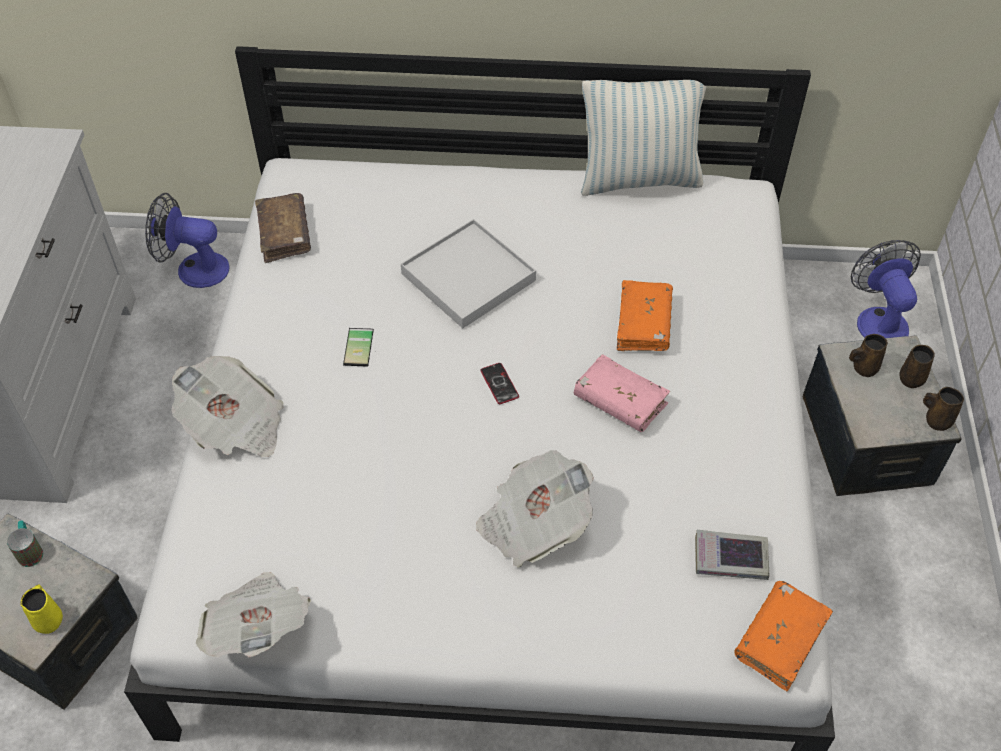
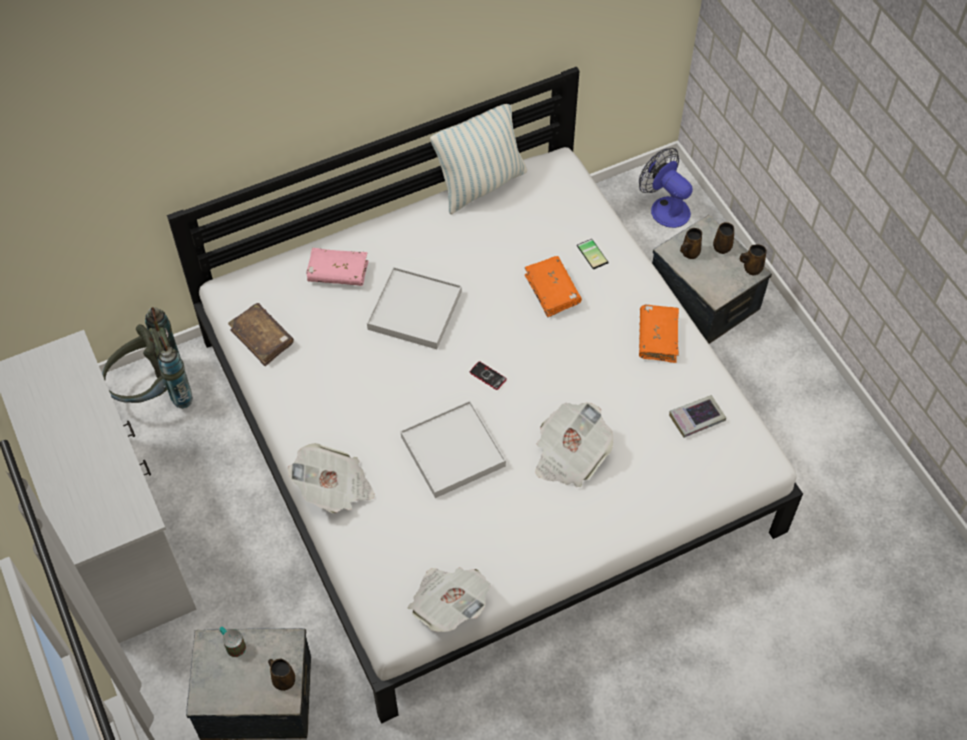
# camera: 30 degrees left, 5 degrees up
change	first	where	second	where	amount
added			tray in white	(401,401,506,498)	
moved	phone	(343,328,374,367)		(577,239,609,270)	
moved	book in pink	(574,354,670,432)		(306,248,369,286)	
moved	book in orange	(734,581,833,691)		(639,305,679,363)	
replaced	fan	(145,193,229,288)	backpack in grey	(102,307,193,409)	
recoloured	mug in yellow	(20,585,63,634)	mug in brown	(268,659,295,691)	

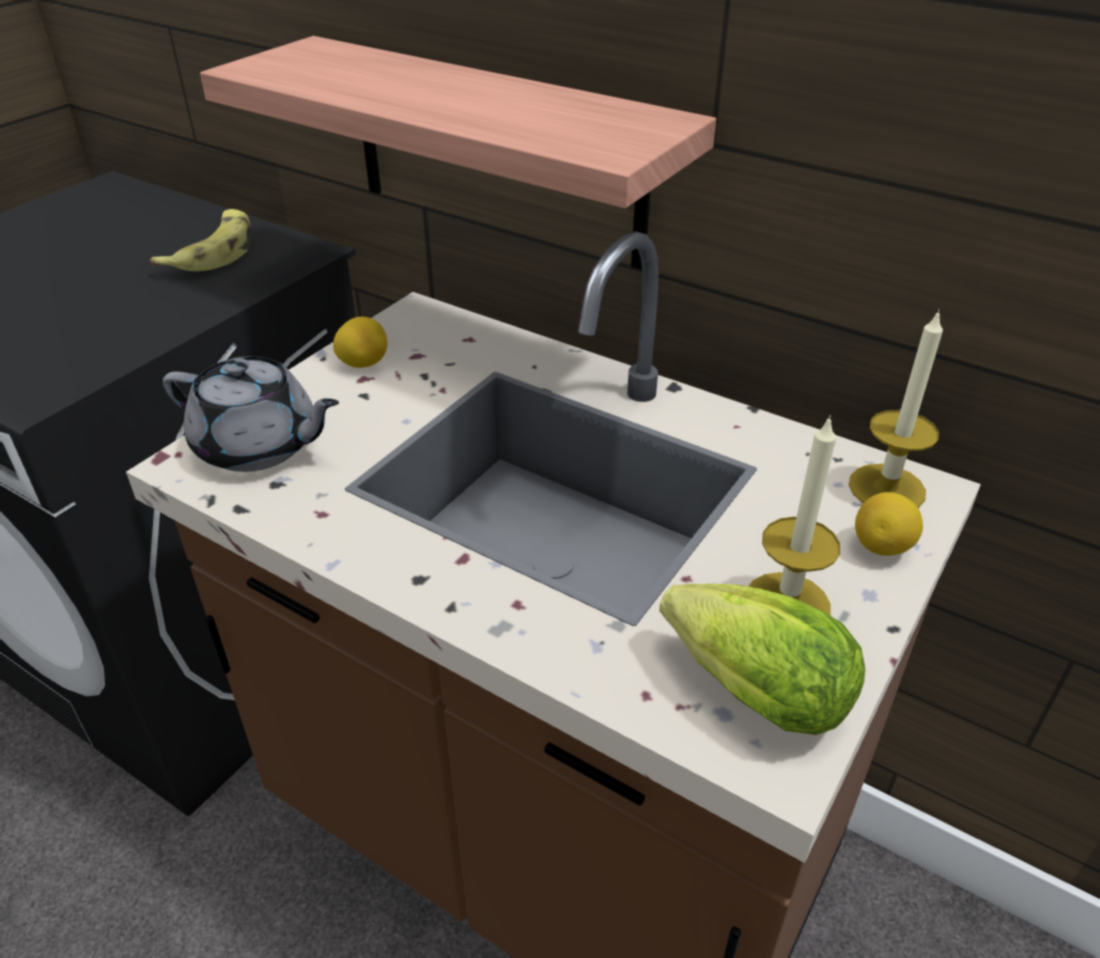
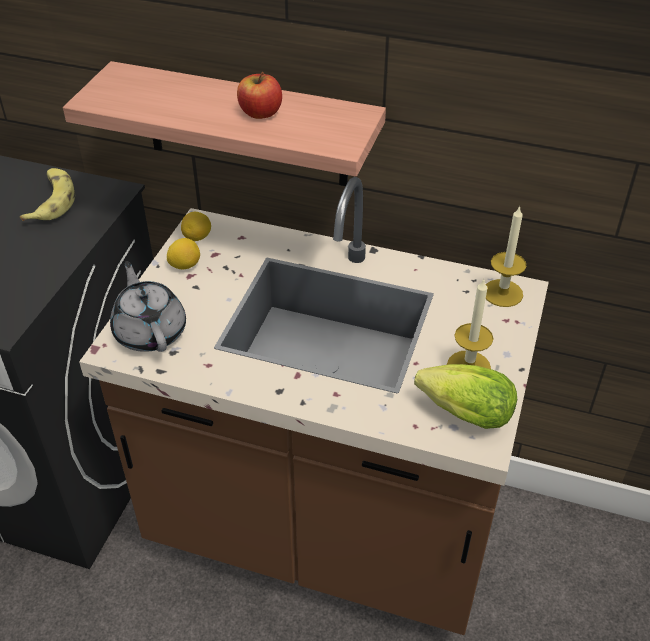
# camera: 15 degrees left, 5 degrees up
change	first	where	second	where	amount
added			apple	(237,72,282,119)	
moved	lemon	(855,492,923,556)		(181,212,211,241)	
turned	teapot in grey	(163,356,339,472)		(110,261,186,352)	120 degrees counterclockwise

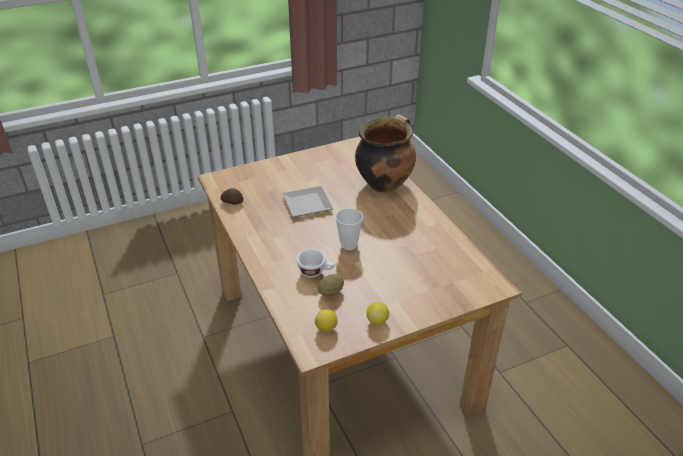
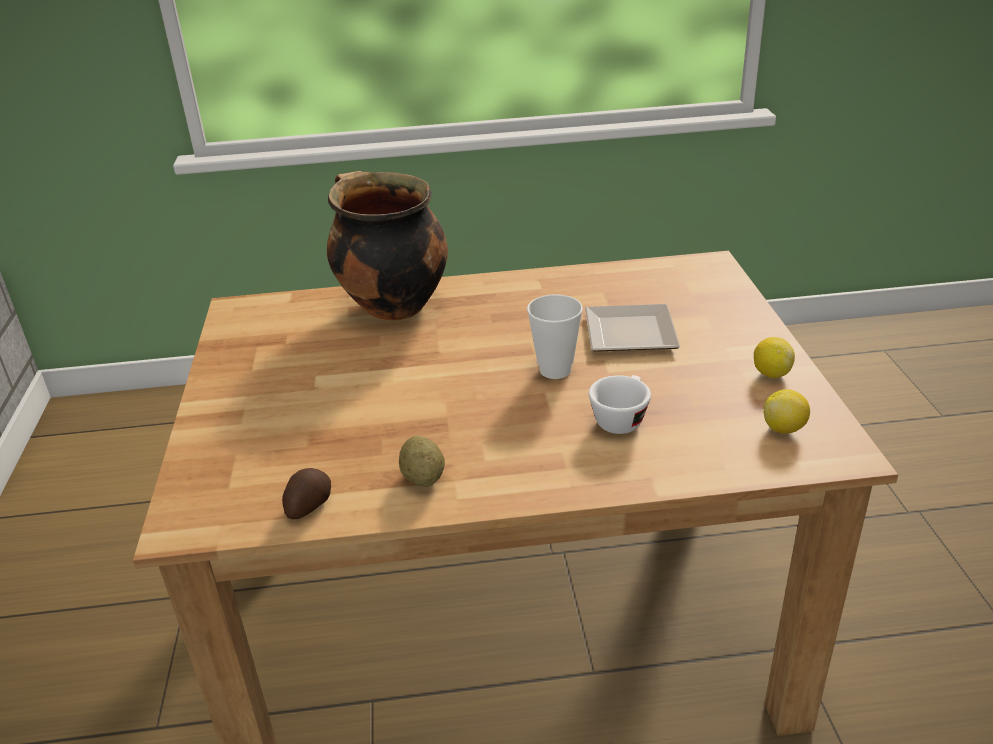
# camera: 70 degrees left, 5 degrees down
change	first	where	second	where	amount
moved	plate	(282,186,334,217)		(585,304,680,352)	
moved	potato	(318,274,344,296)		(399,435,445,487)	

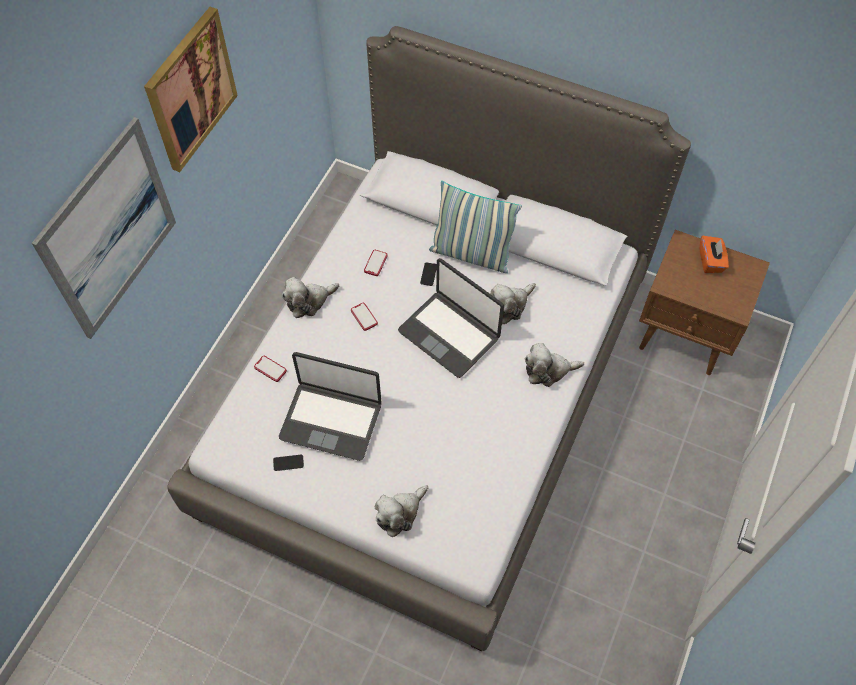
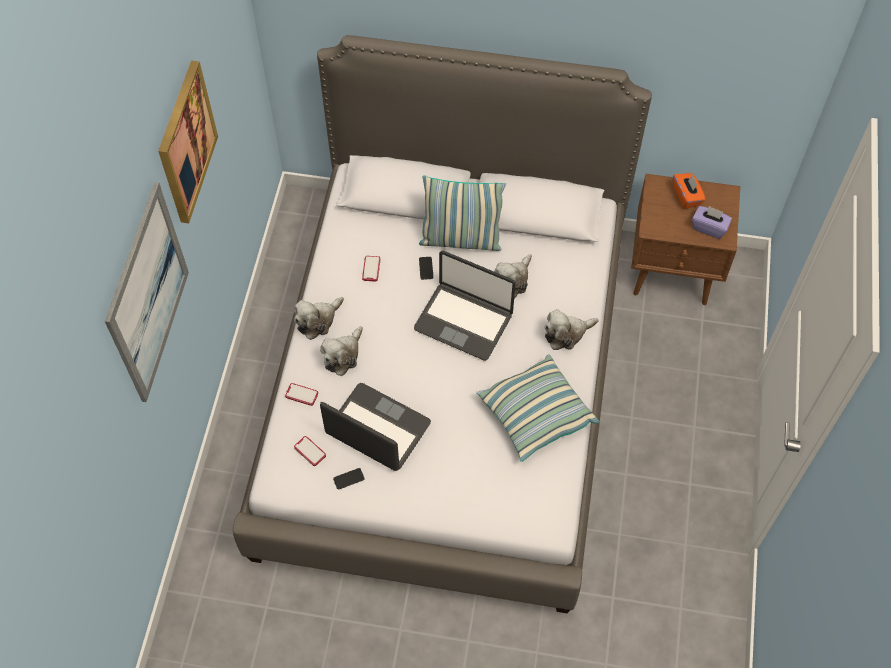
# camera: 15 degrees left, 0 degrees up
change	first	where	second	where	amount
added			pillow	(476,354,599,462)	
added			tissue box in purple	(692,206,732,239)	
moved	phone	(351,303,378,331)		(294,436,326,466)	
moved	plush toy	(374,485,428,537)		(320,326,363,376)	
turned	laptop	(279,352,382,461)		(320,383,431,471)	150 degrees counterclockwise

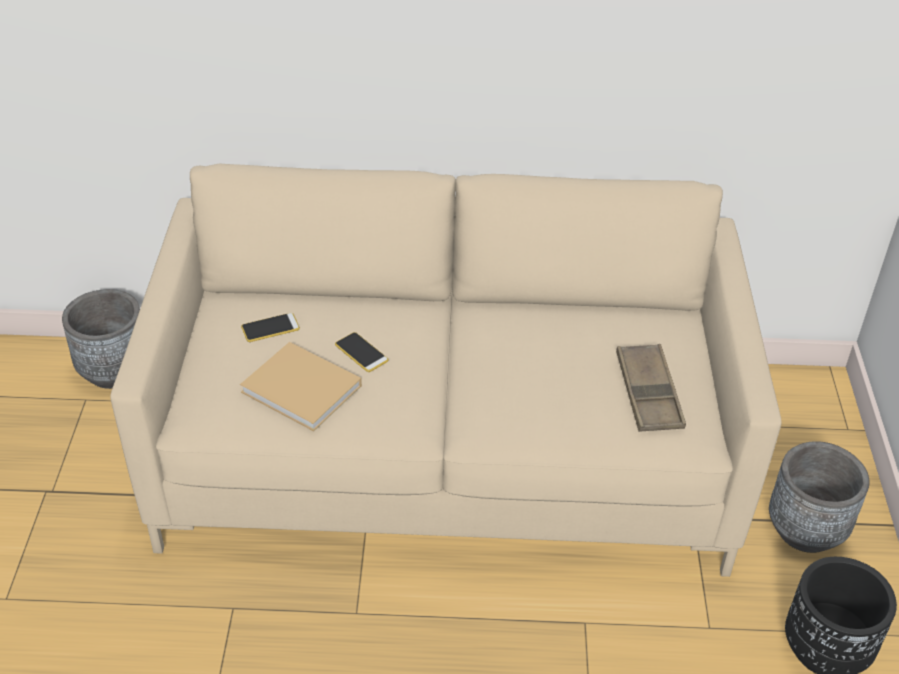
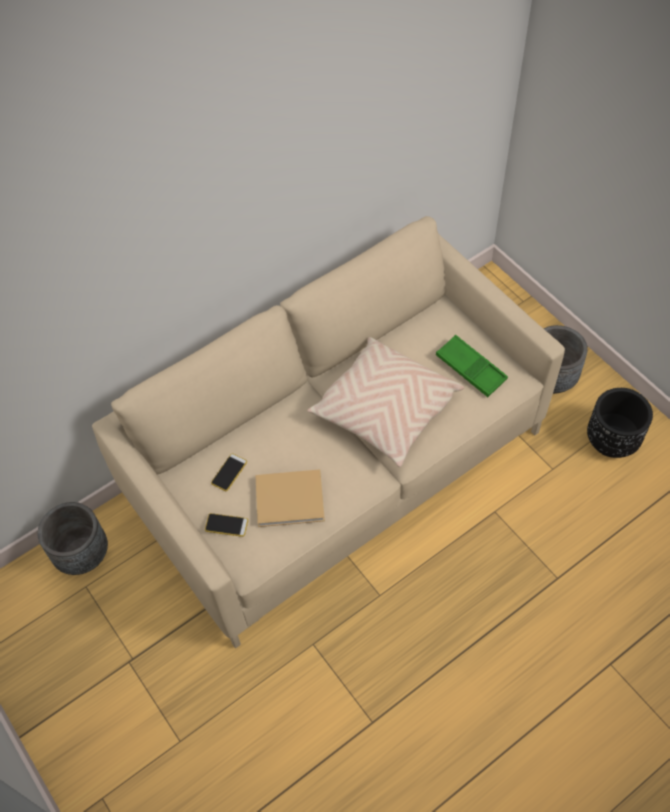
# camera: 35 degrees left, 15 degrees up
change	first	where	second	where	amount
added			pillow in beige	(307,337,464,467)	
moved	phone	(335,332,389,372)		(205,513,248,537)	
recoloured	tray in brown	(616,344,686,432)	tray in green	(436,335,508,397)	

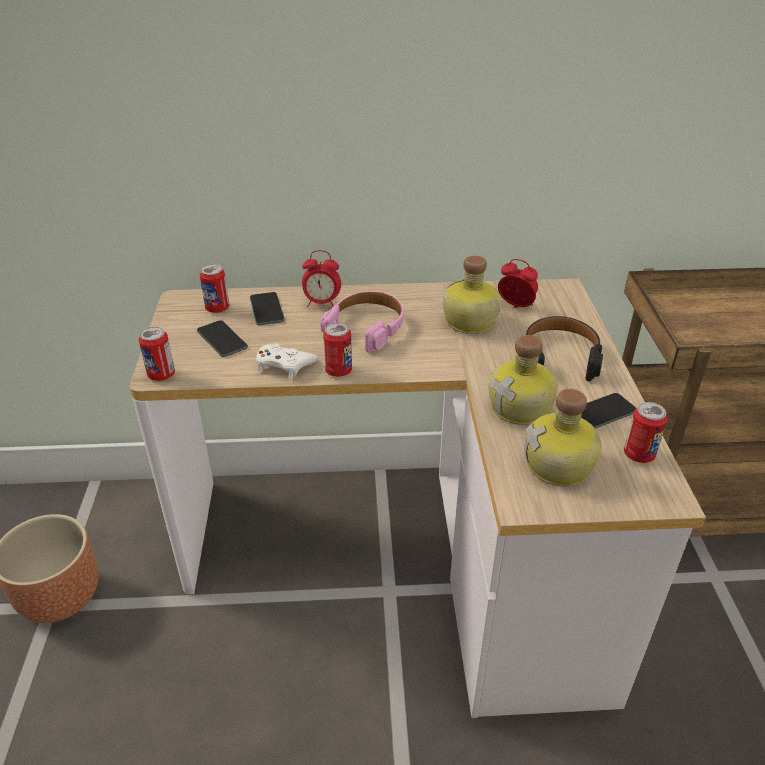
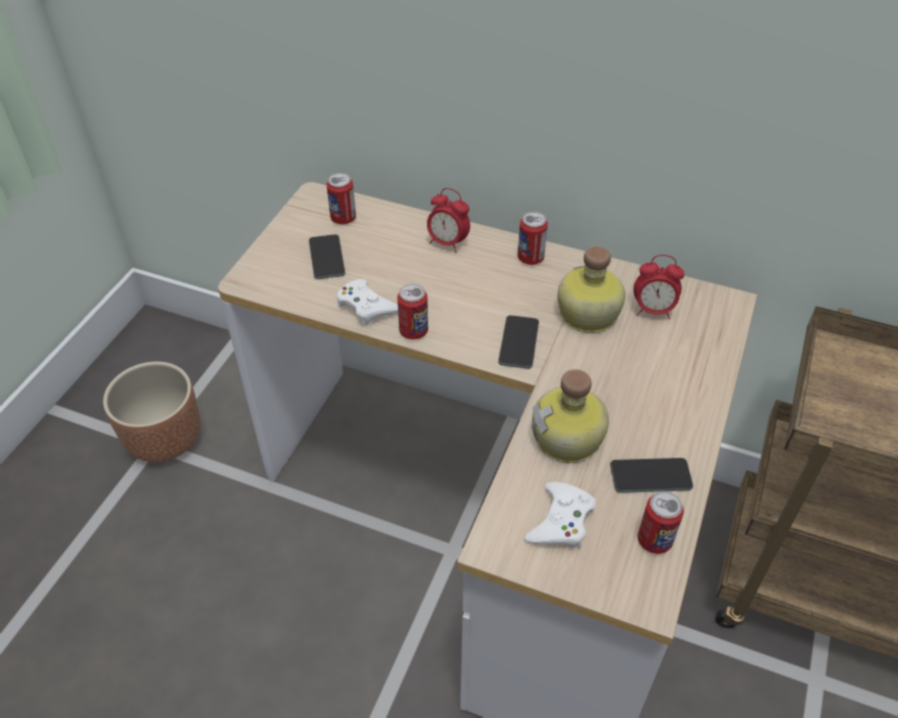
# camera: 25 degrees right, 10 degrees up
change	first	where	second	where	amount
removed	headphones in pink	(320,291,403,352)			
removed	headphones in black	(526,316,603,381)			
moved	can	(139,327,175,381)		(518,212,548,265)	
moved	phone	(250,292,285,325)		(498,315,539,369)	
replaced	bottle	(524,389,602,486)	game controller in white	(524,482,595,548)	
turned	alarm clock	(498,259,538,308)		(633,255,684,319)	135 degrees clockwise

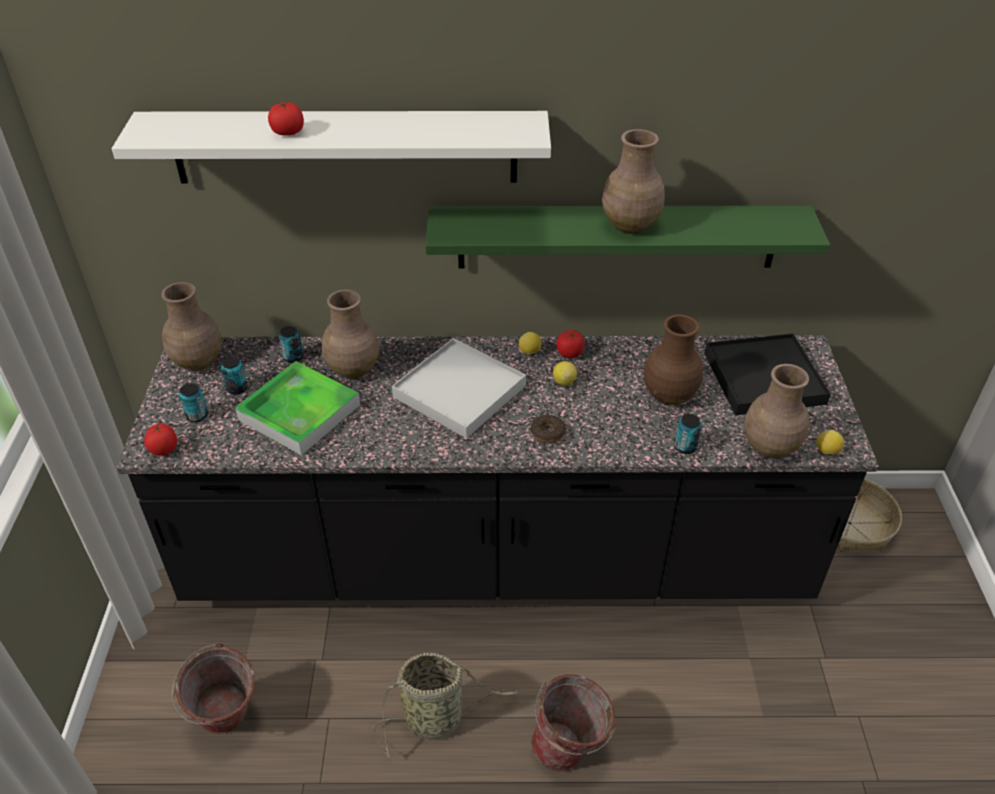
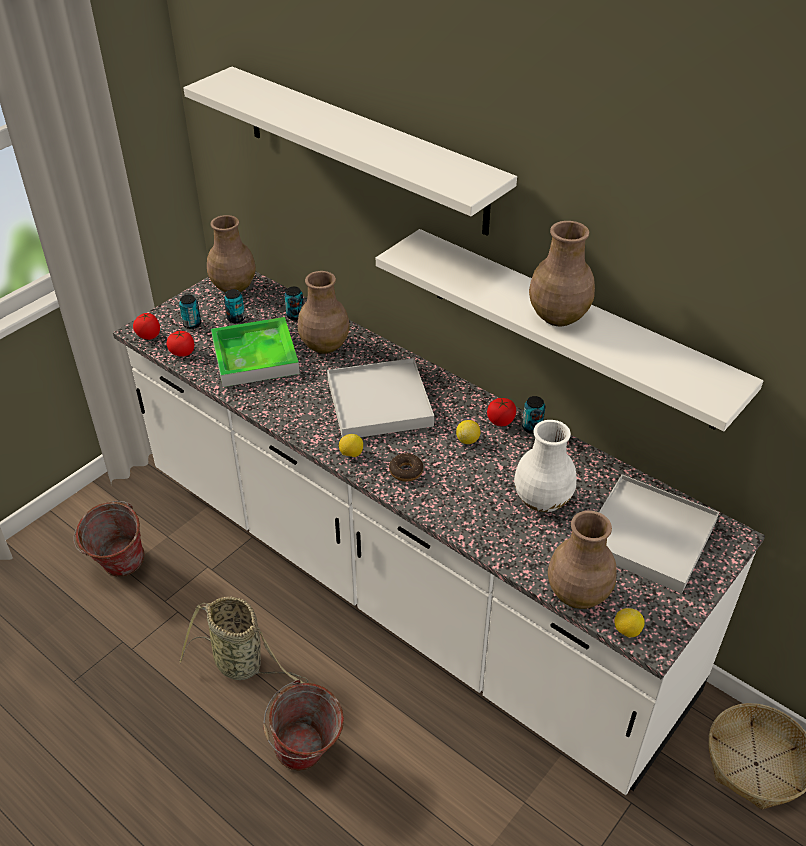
# camera: 40 degrees right, 0 degrees up
change	first	where	second	where	amount
moved	tomato	(268,102,304,135)		(167,331,194,357)	
moved	lemon	(519,332,542,354)		(339,434,363,457)	
moved	can	(675,414,702,454)		(522,396,545,434)	
recoloured	counter in black	(116,336,879,601)	counter in white	(113,271,765,795)	
recoloured	shelf in green	(425,205,830,268)	shelf in white	(376,229,763,431)	
recoloured	vase in brown	(643,314,703,405)	vase in white	(514,420,577,512)	
recoloured	tray in black	(704,333,831,415)	tray in white	(599,474,719,594)	

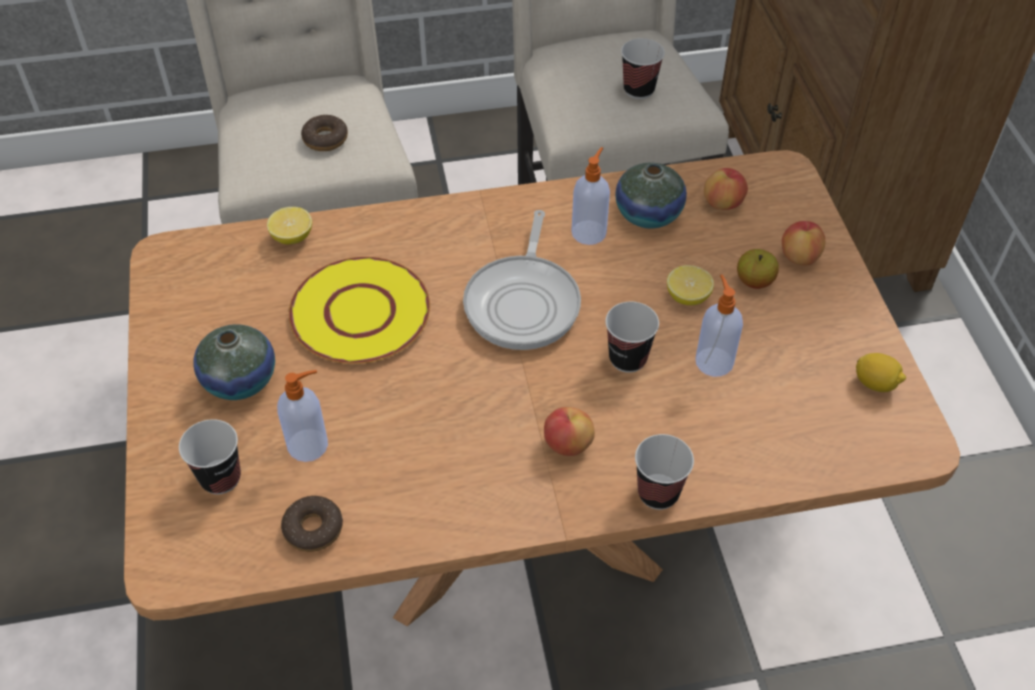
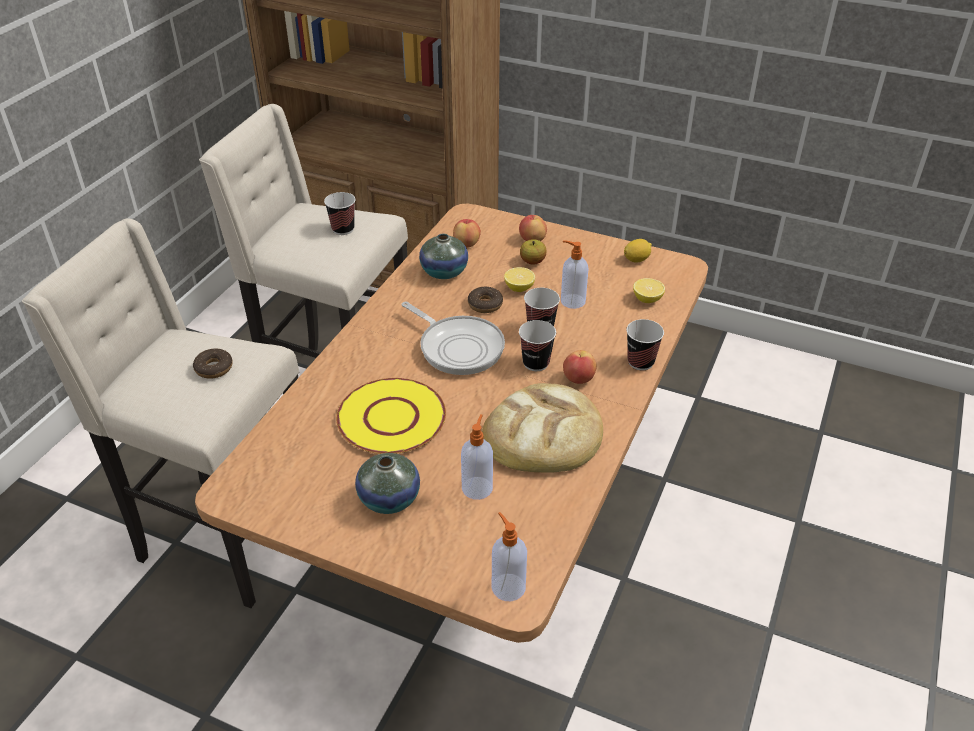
# camera: 55 degrees left, 10 degrees down
change	first	where	second	where	amount
added			bread	(482,383,603,473)	
moved	cup	(179,419,241,494)		(519,320,556,371)	
moved	lemon	(267,207,312,244)		(633,278,665,303)	
moved	donut	(281,496,343,552)		(468,287,503,313)	
moved	soap dispenser	(571,147,610,245)		(492,512,527,601)	

